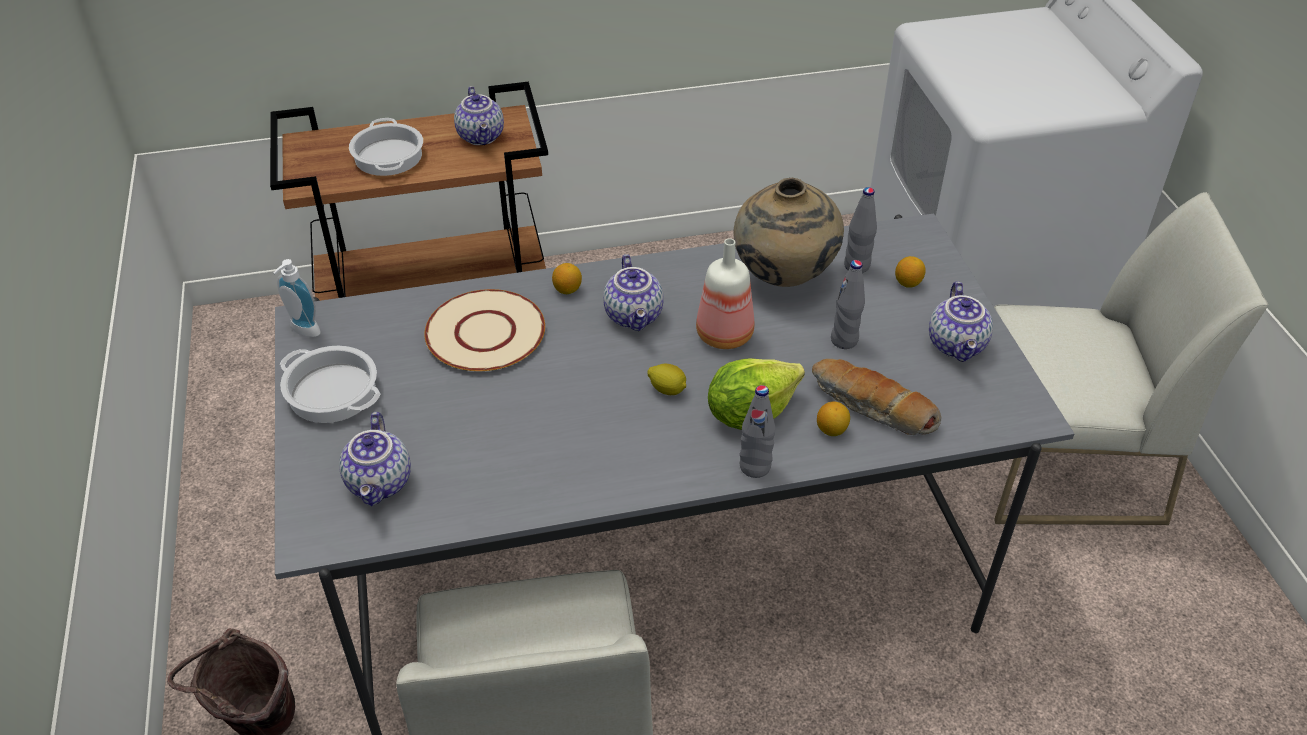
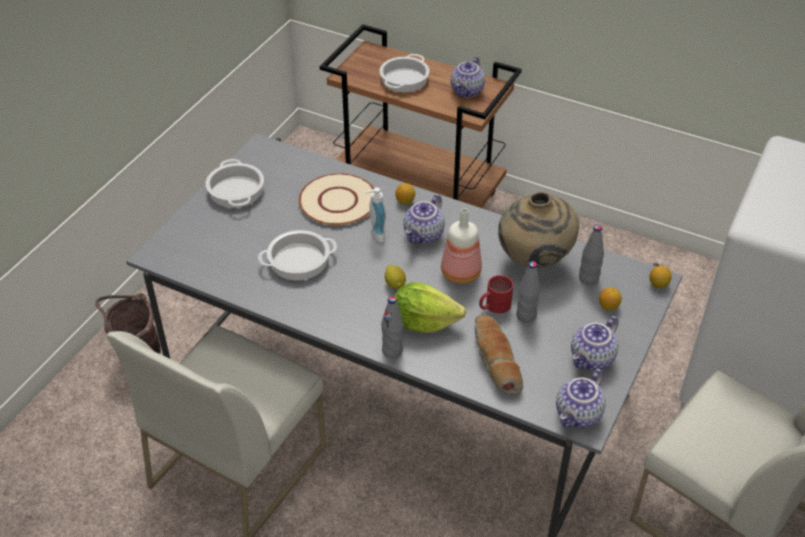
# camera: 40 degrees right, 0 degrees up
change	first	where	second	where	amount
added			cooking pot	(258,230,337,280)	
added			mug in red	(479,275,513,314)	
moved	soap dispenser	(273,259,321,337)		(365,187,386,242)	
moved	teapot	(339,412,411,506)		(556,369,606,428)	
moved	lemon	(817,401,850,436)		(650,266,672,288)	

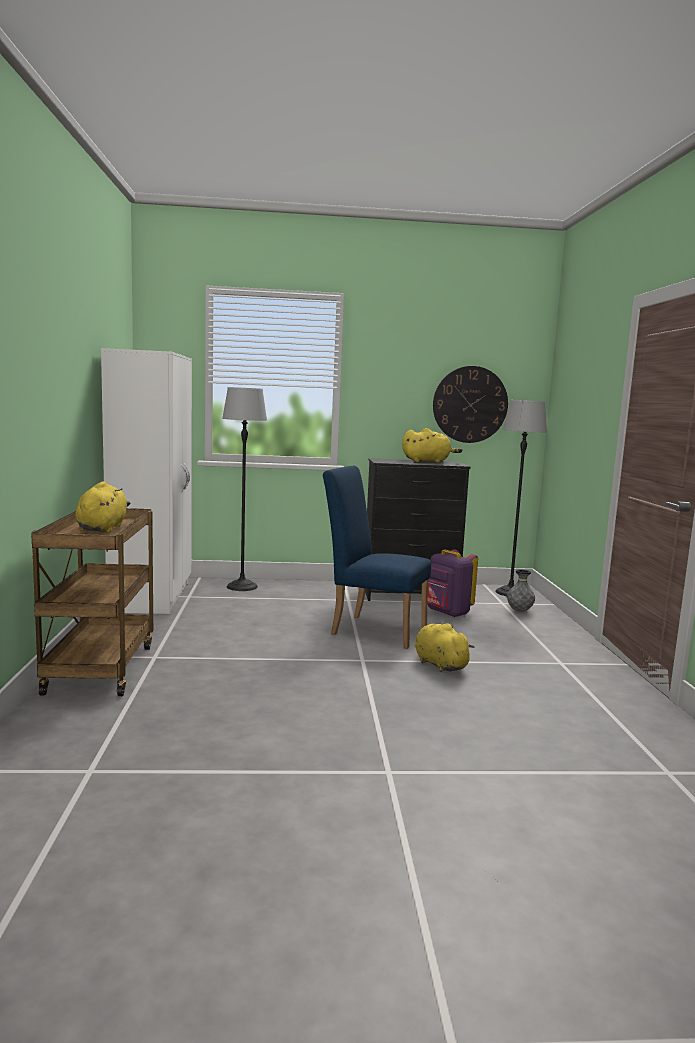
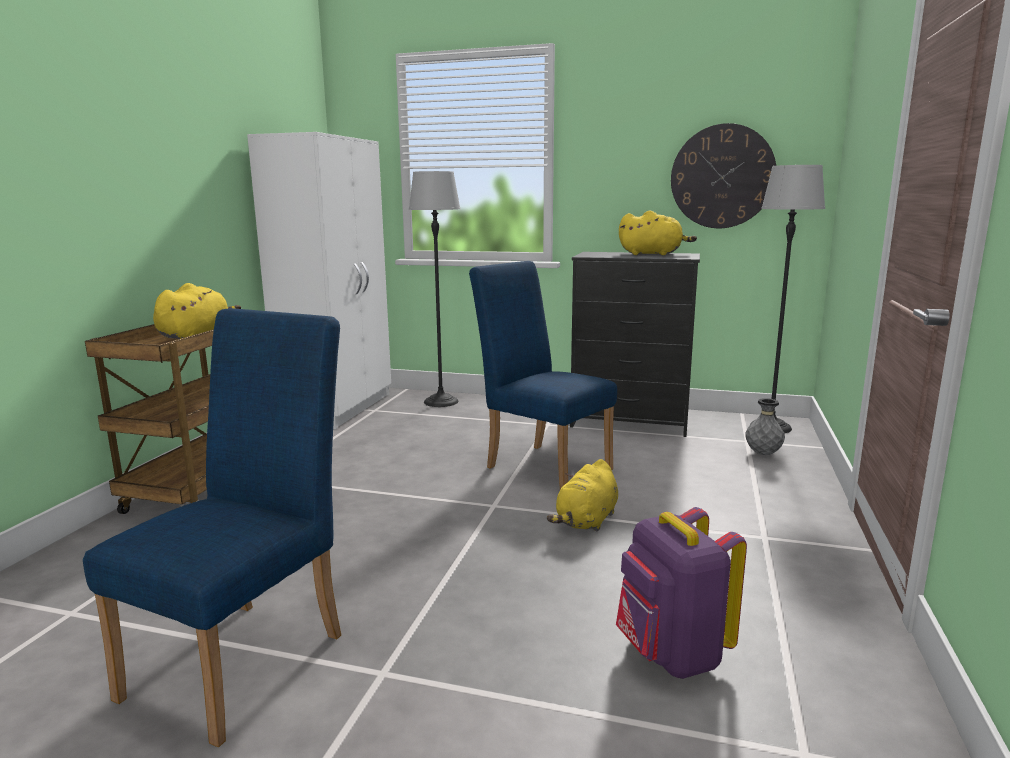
# camera: 20 degrees right, 5 degrees up
change	first	where	second	where	amount
added			chair in blue	(83,308,341,747)	
moved	backpack in purple	(427,549,478,618)		(616,507,747,679)	
turned	plush toy in yellow	(415,623,474,672)		(547,459,618,532)	135 degrees counterclockwise

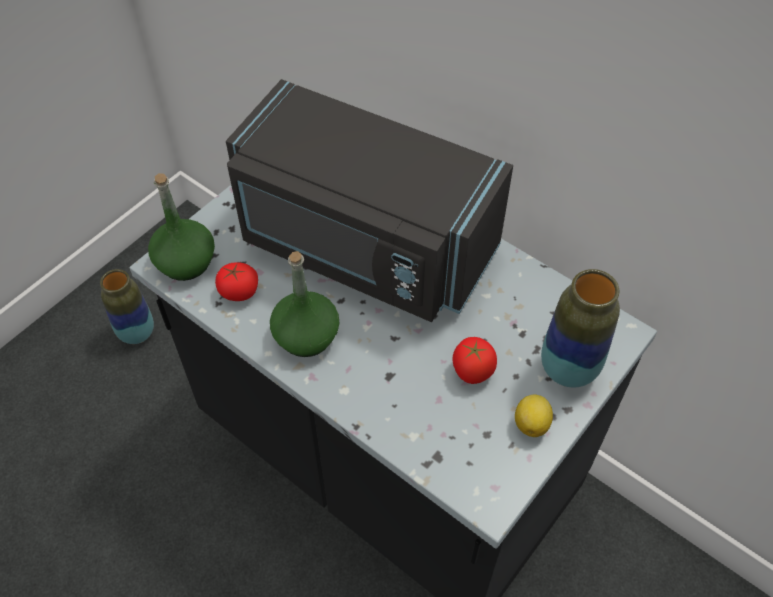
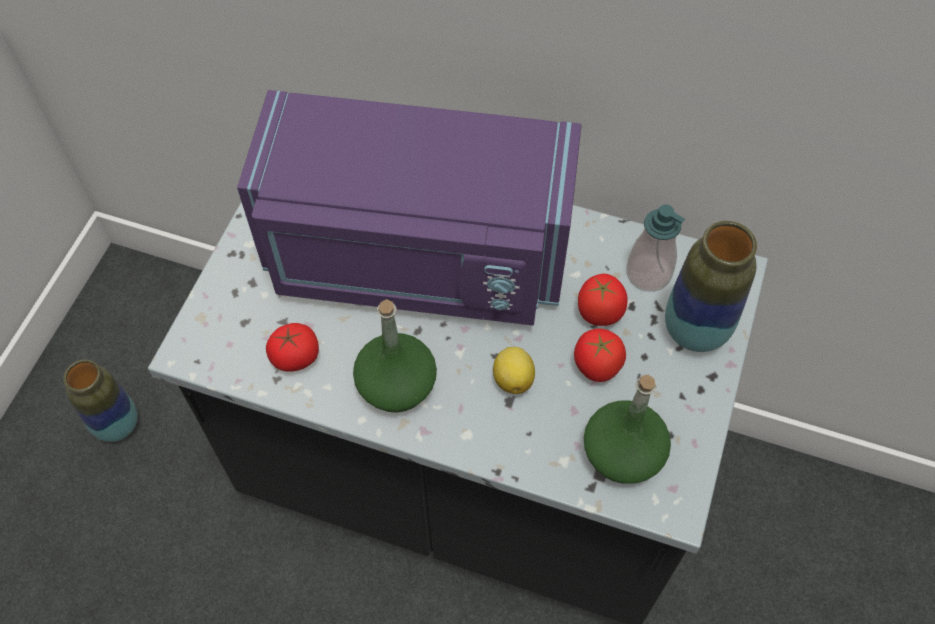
# camera: 20 degrees left, 5 degrees up
change	first	where	second	where	amount
added			tomato	(578,274,628,326)	
added			soap dispenser	(627,205,685,292)	
moved	bottle in green	(148,173,215,281)		(584,374,671,484)	
moved	lemon	(515,395,553,437)		(493,347,535,394)	
recoloured	microwave in black	(226,79,513,322)	microwave in purple	(237,90,581,326)	

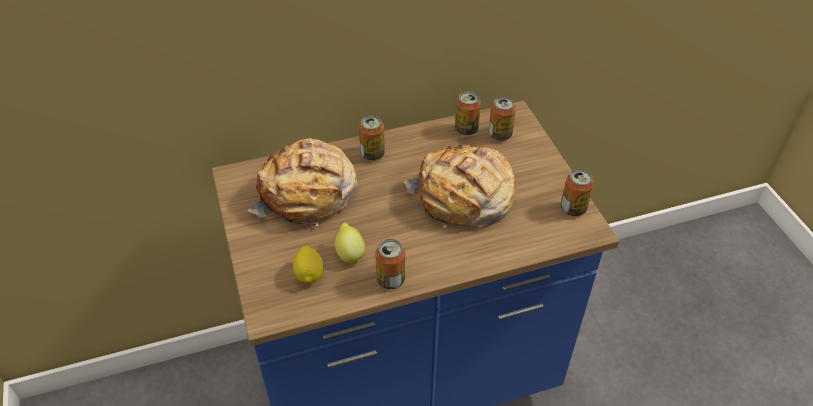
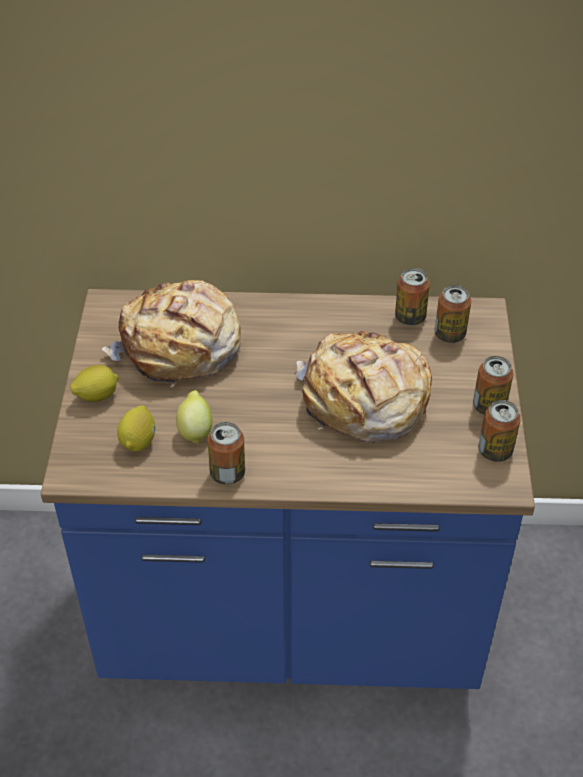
# camera: 20 degrees right, 0 degrees up
change	first	where	second	where	amount
added			lemon	(70,365,119,402)	
moved	can	(359,115,385,160)		(473,356,513,415)	

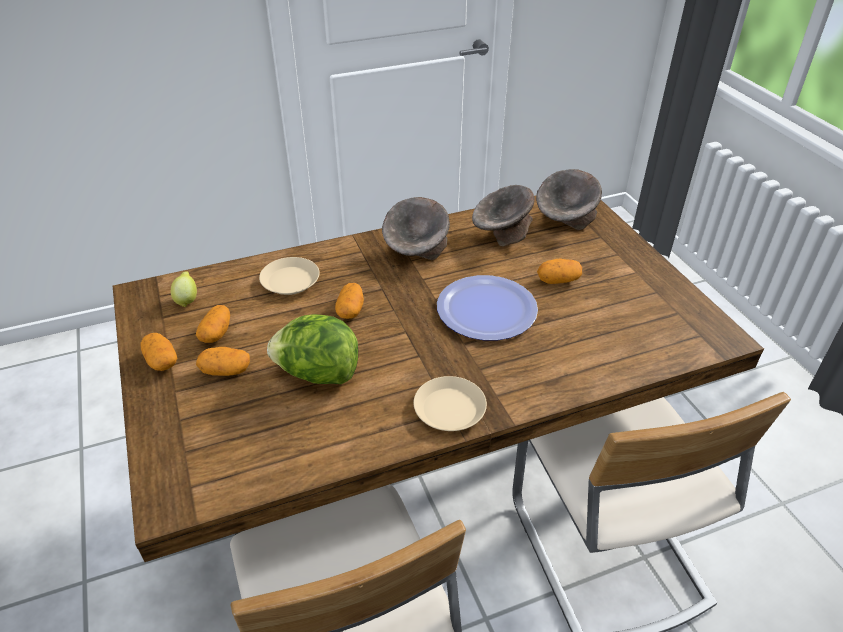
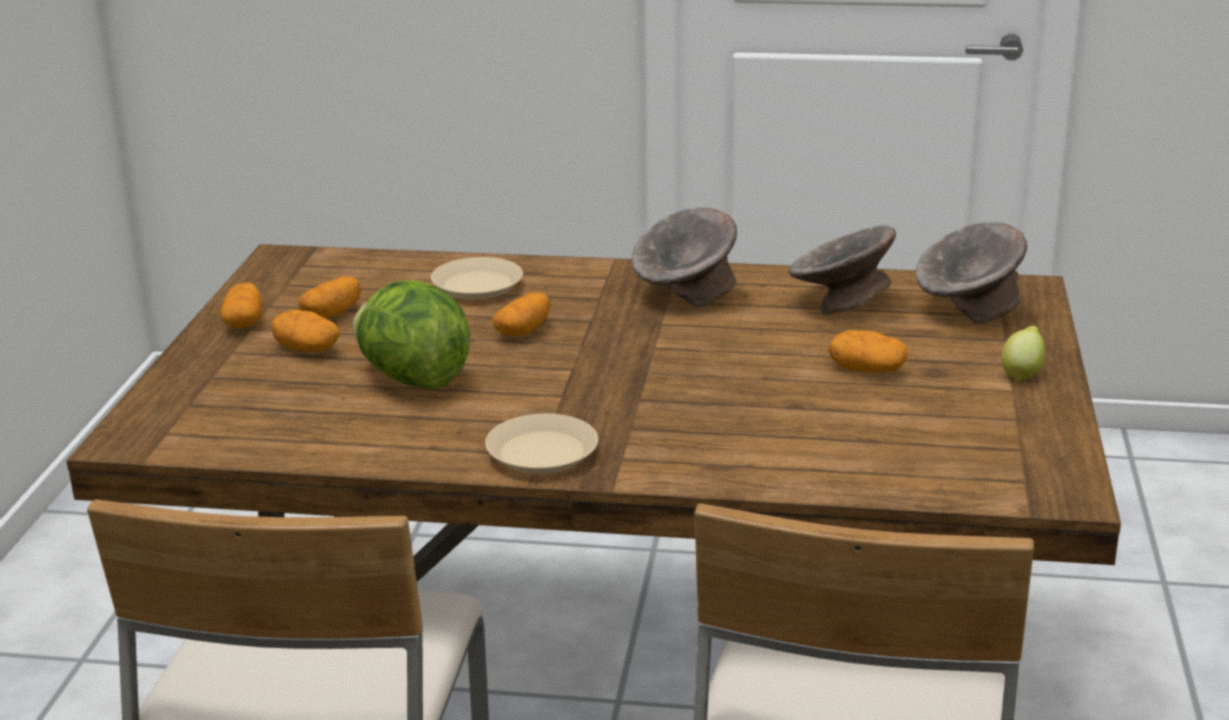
# camera: 30 degrees right, 15 degrees down
change	first	where	second	where	amount
removed	plate	(437,275,538,341)			
moved	lemon	(171,271,197,307)		(1001,326,1045,381)	

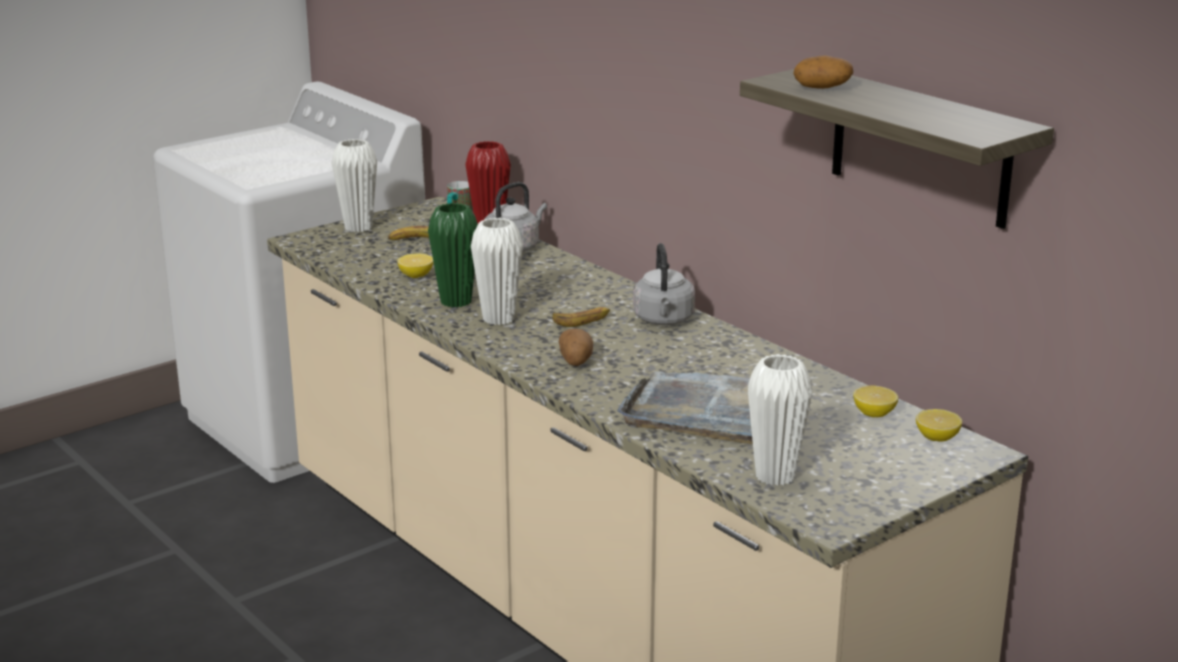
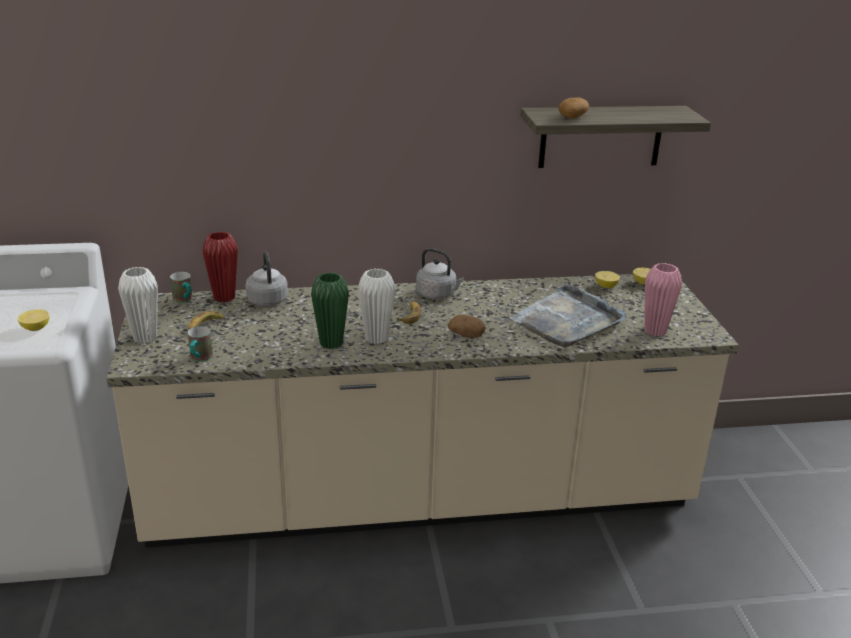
# camera: 60 degrees left, 5 degrees up
change	first	where	second	where	amount
added			mug	(188,326,213,362)	
moved	lemon	(397,254,434,278)		(18,309,50,331)	
recoloured	vase in white	(748,354,812,486)	vase in pink	(644,263,682,336)	

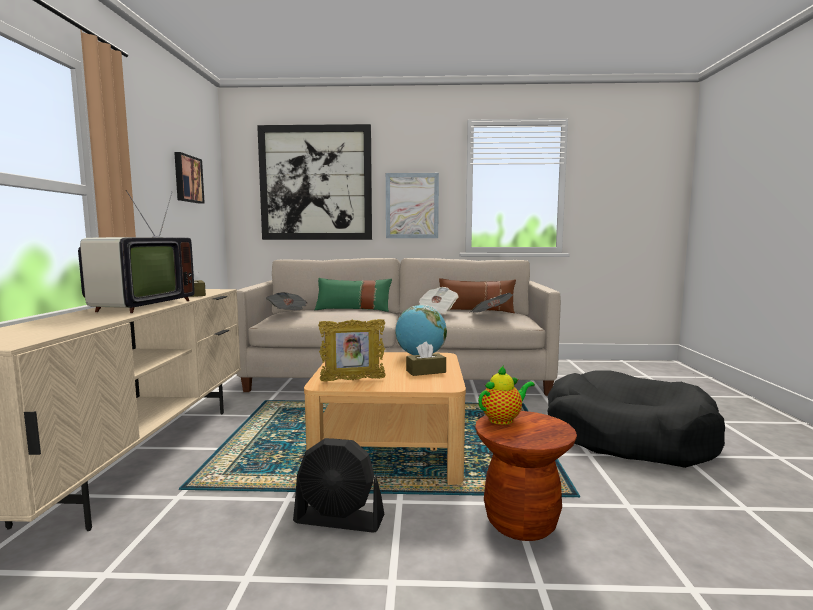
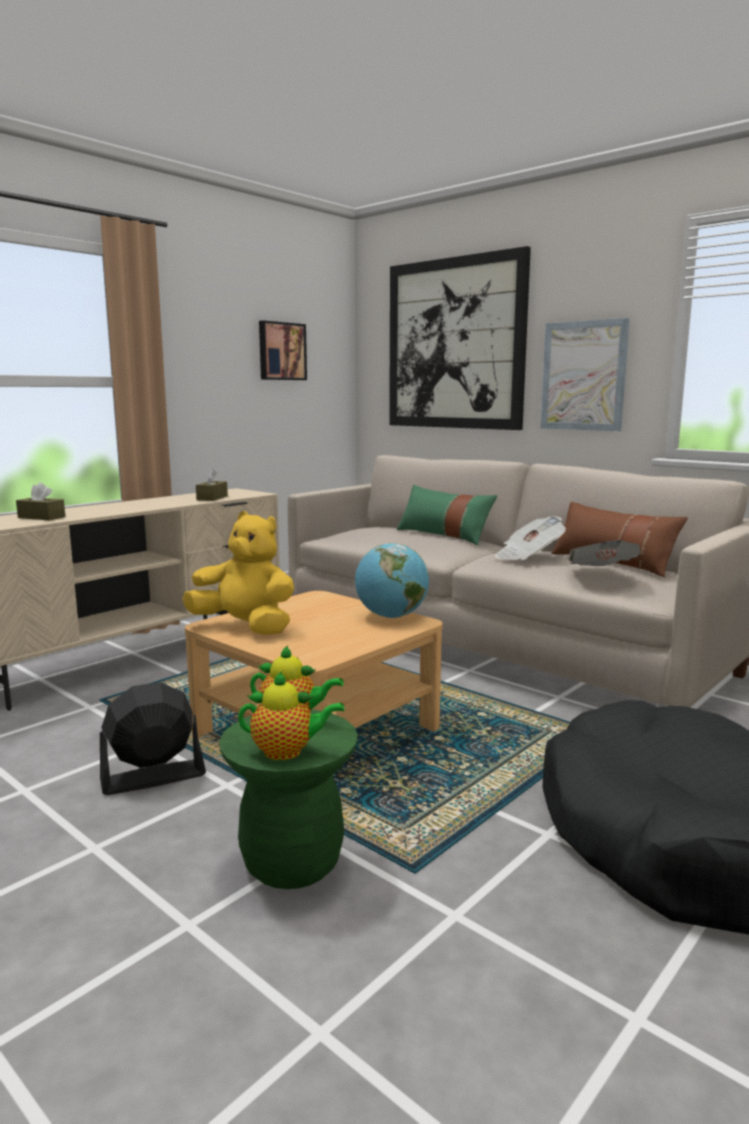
# camera: 40 degrees right, 5 degrees up
change	first	where	second	where	amount
removed	television	(78,190,194,313)			
removed	newspaper	(266,292,307,310)			
added			teapot	(238,672,345,760)	
moved	tissue box in brown	(406,342,446,376)		(16,482,65,520)	
replaced	picture frame	(318,319,386,382)	plush toy in yellow	(182,511,294,635)	
recoloured	stool in brown	(475,411,577,541)	stool in green	(219,709,358,889)	
turned	fan in black	(293,438,384,533)		(100,682,206,795)	105 degrees clockwise

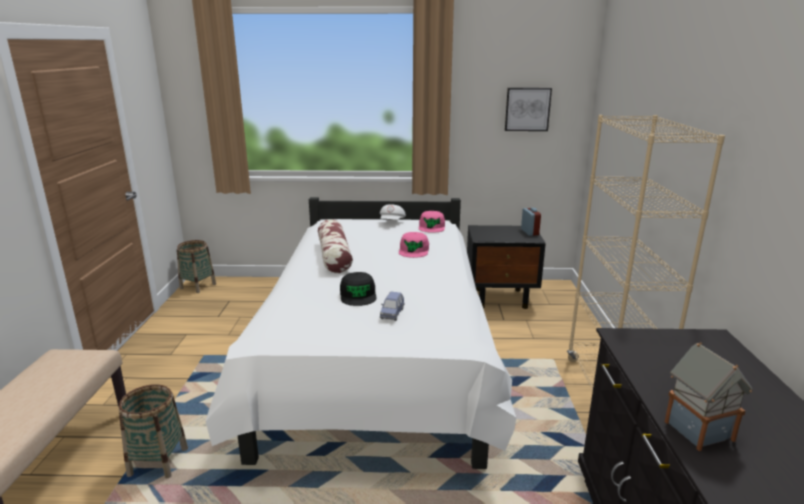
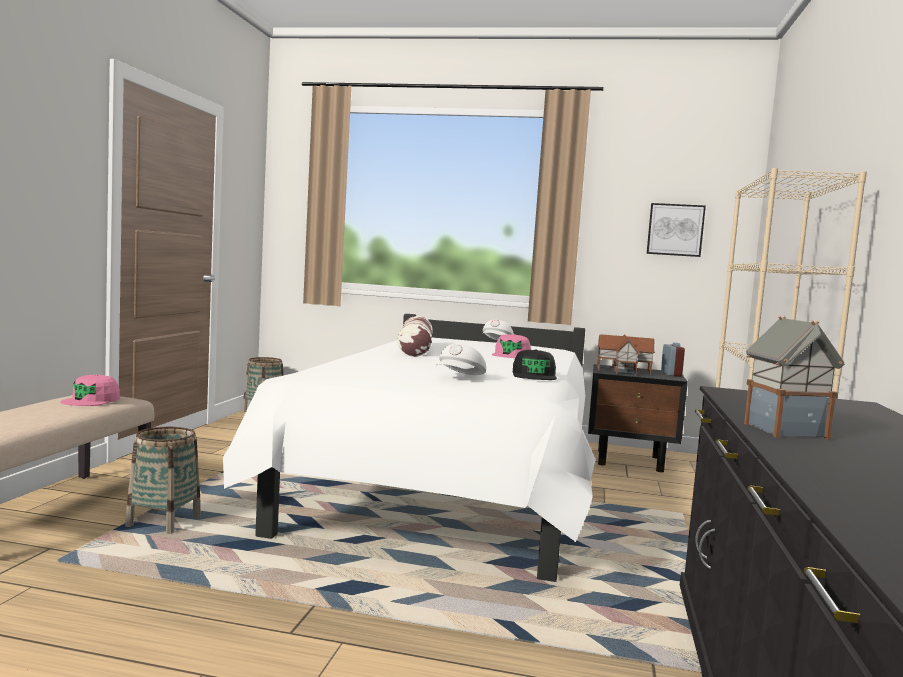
# camera: 10 degrees right, 15 degrees down
change	first	where	second	where	amount
added			toy house	(597,334,655,376)	
moved	cap in black	(340,272,377,306)		(513,349,557,380)	
moved	cap in pink	(419,211,445,233)		(60,374,120,406)	
replaced	toy car in blue	(380,292,404,321)	cap in white	(436,344,486,375)	

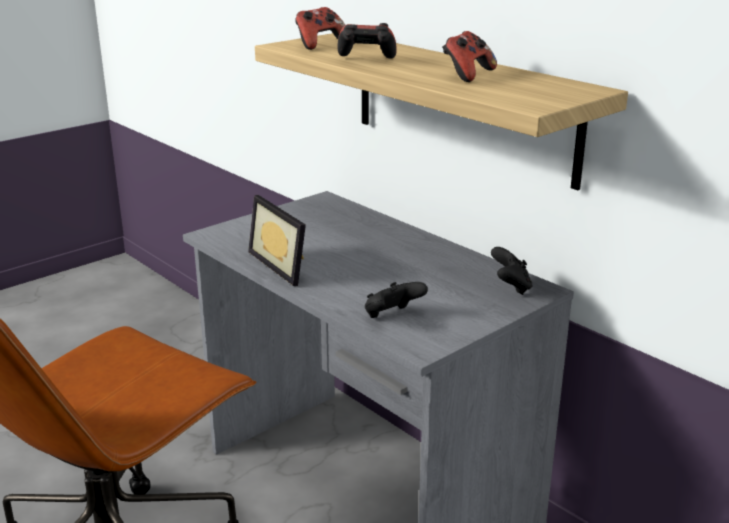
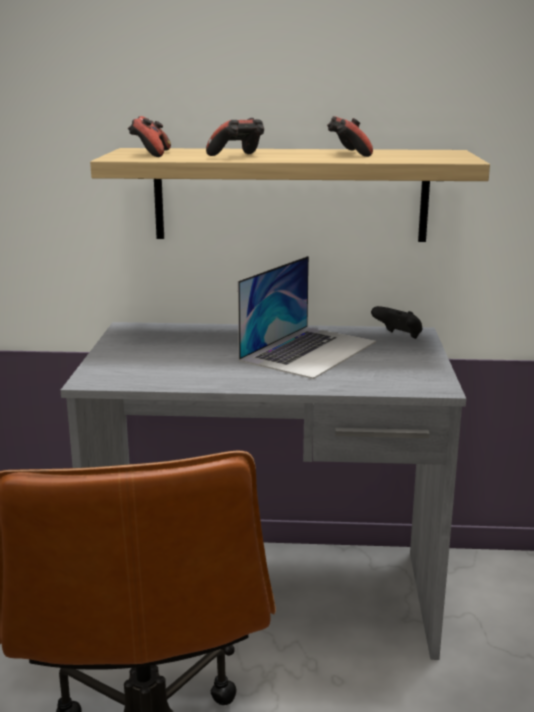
# camera: 45 degrees left, 5 degrees down
change	first	where	second	where	amount
removed	picture frame	(248,195,306,286)			
removed	game controller in black	(365,282,428,318)			
added			laptop	(238,256,376,379)	

